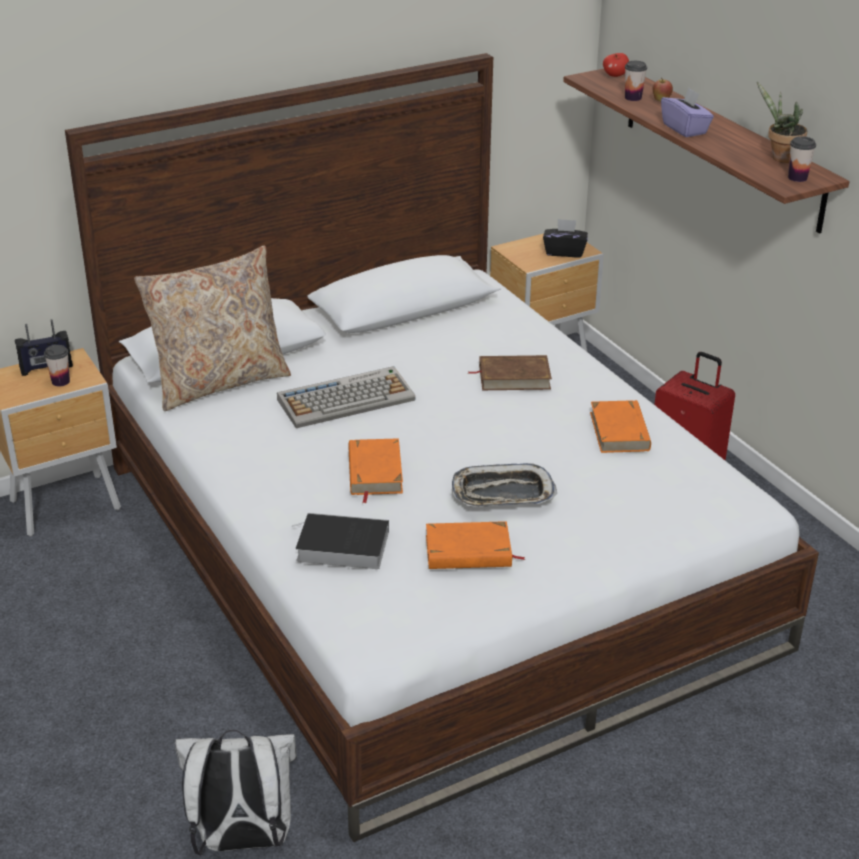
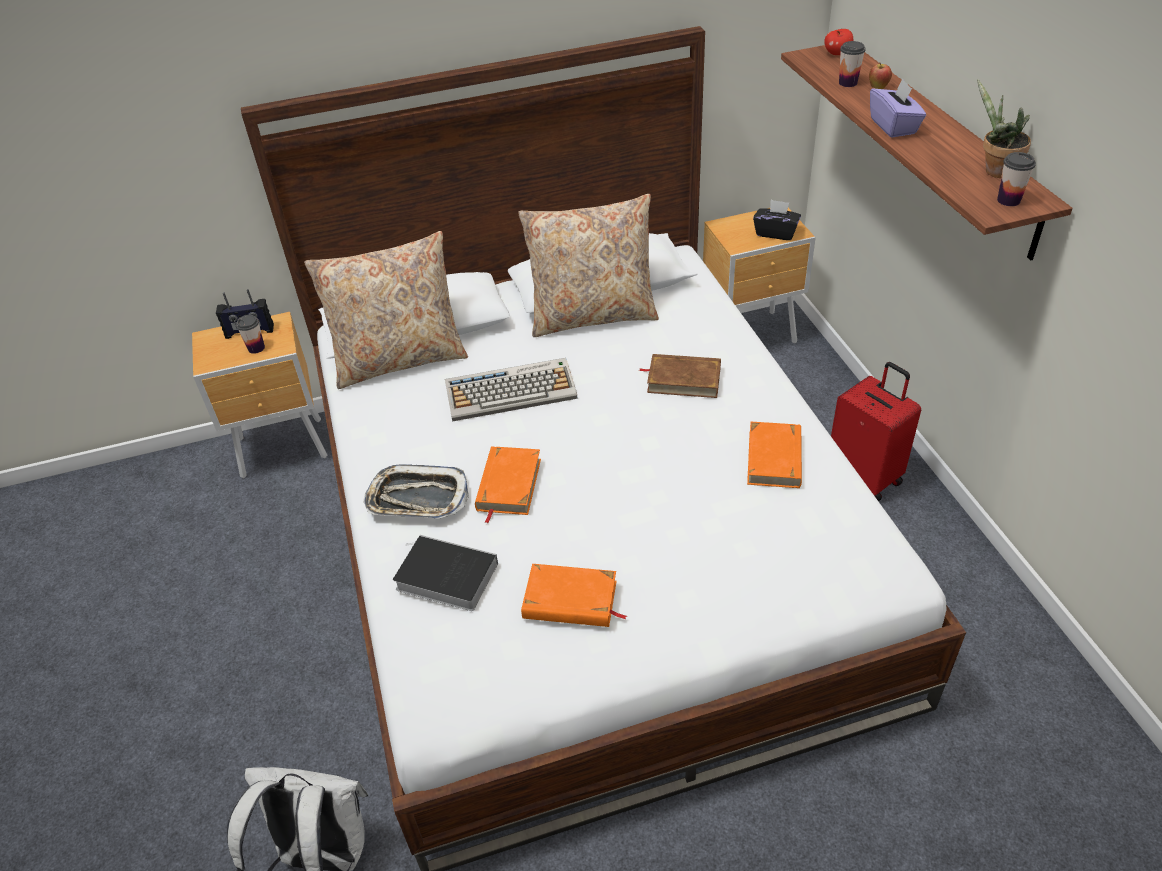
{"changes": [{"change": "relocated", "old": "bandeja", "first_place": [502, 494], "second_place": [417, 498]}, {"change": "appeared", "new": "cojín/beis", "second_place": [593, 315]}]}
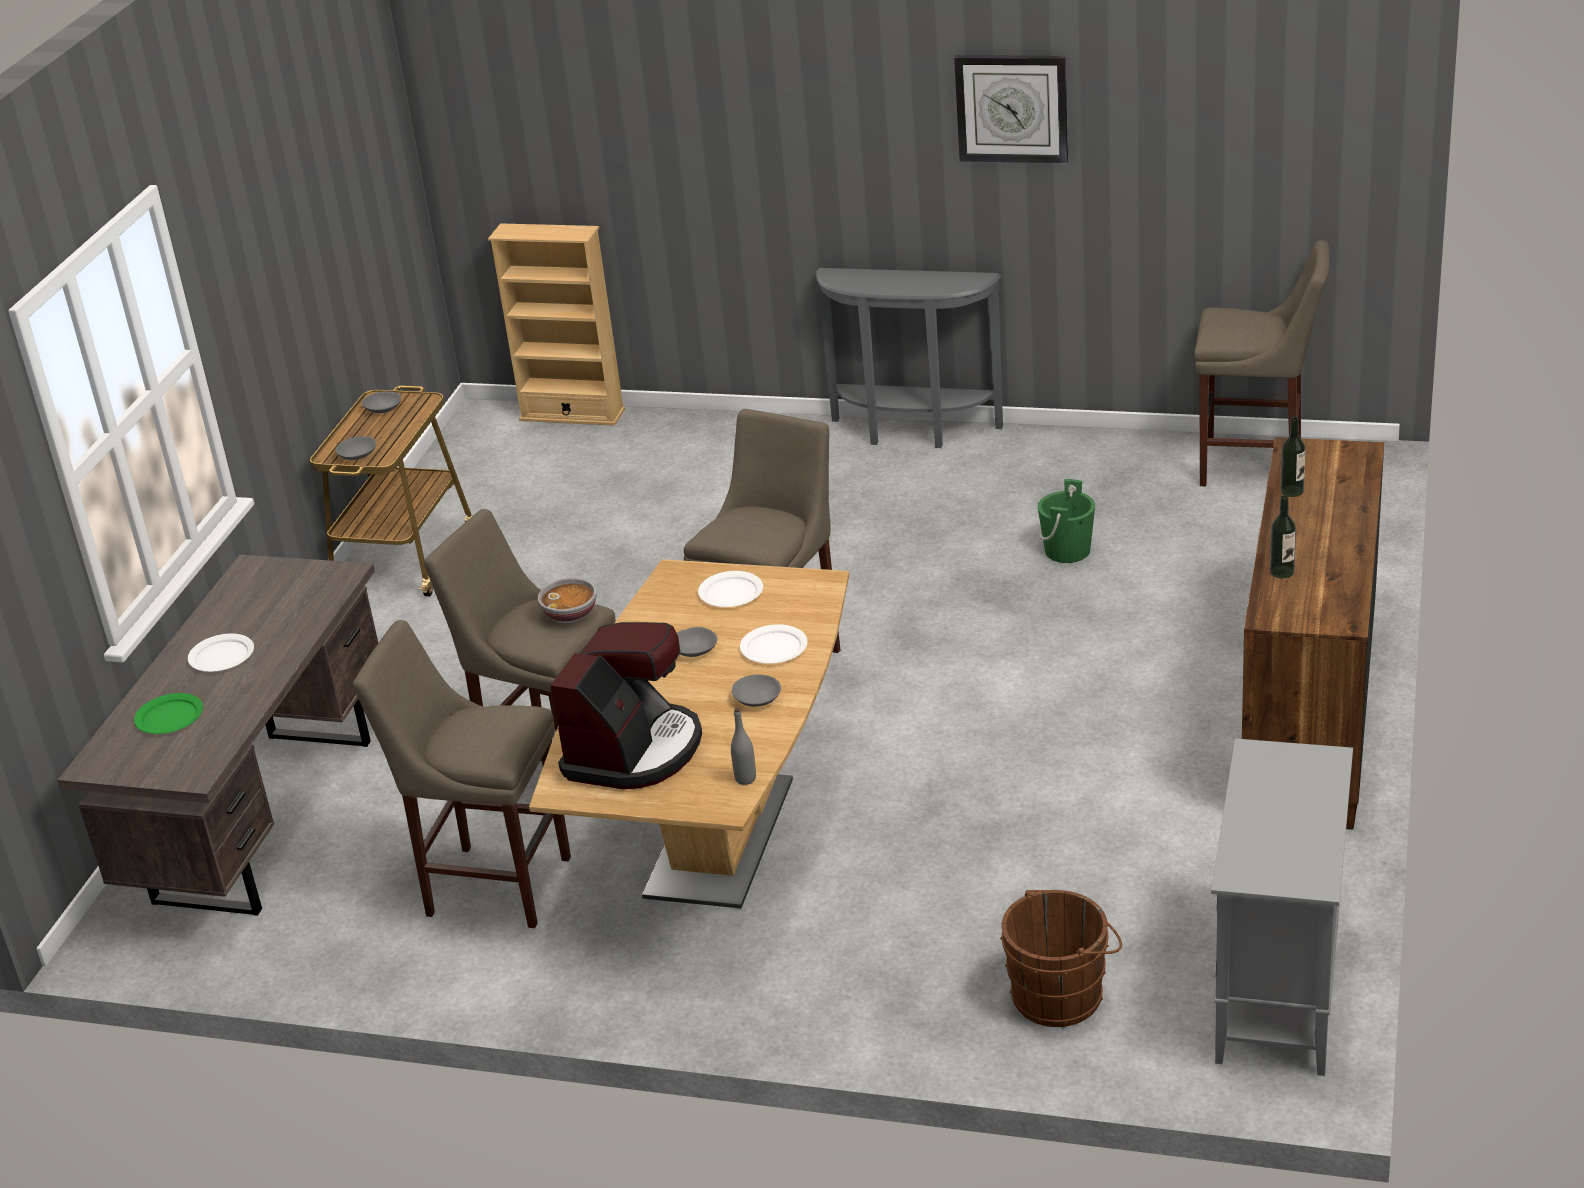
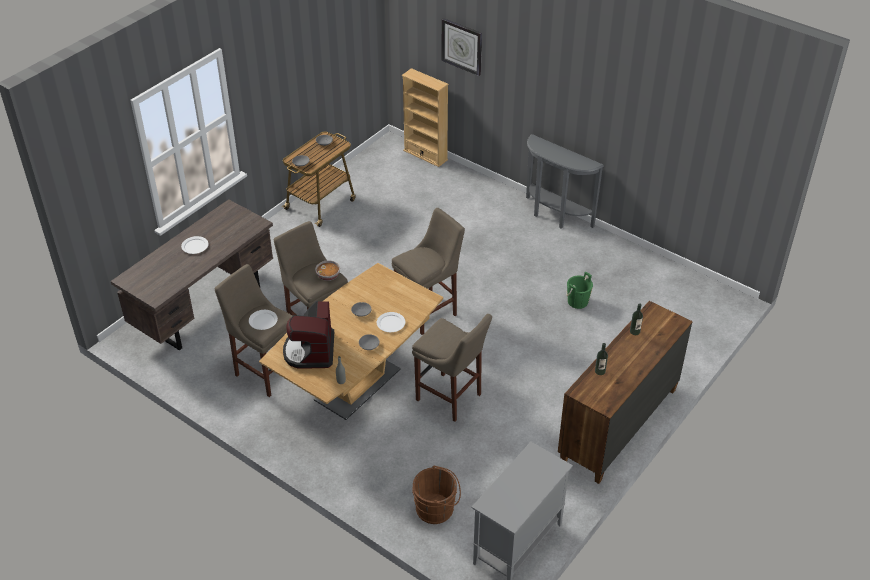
{"changes": [{"change": "relocated", "old": "reloj de pared", "first_place": [1012, 108], "second_place": [462, 46]}, {"change": "relocated", "old": "taburete/beis", "first_place": [1257, 466], "second_place": [451, 399]}, {"change": "relocated", "old": "plato/blanco", "first_place": [730, 592], "second_place": [263, 321]}, {"change": "spun", "old": "cafetera", "first_place": [634, 750], "second_place": [310, 351], "degrees": 135}, {"change": "missing", "old": "plato/verde", "first_place": [170, 717]}]}
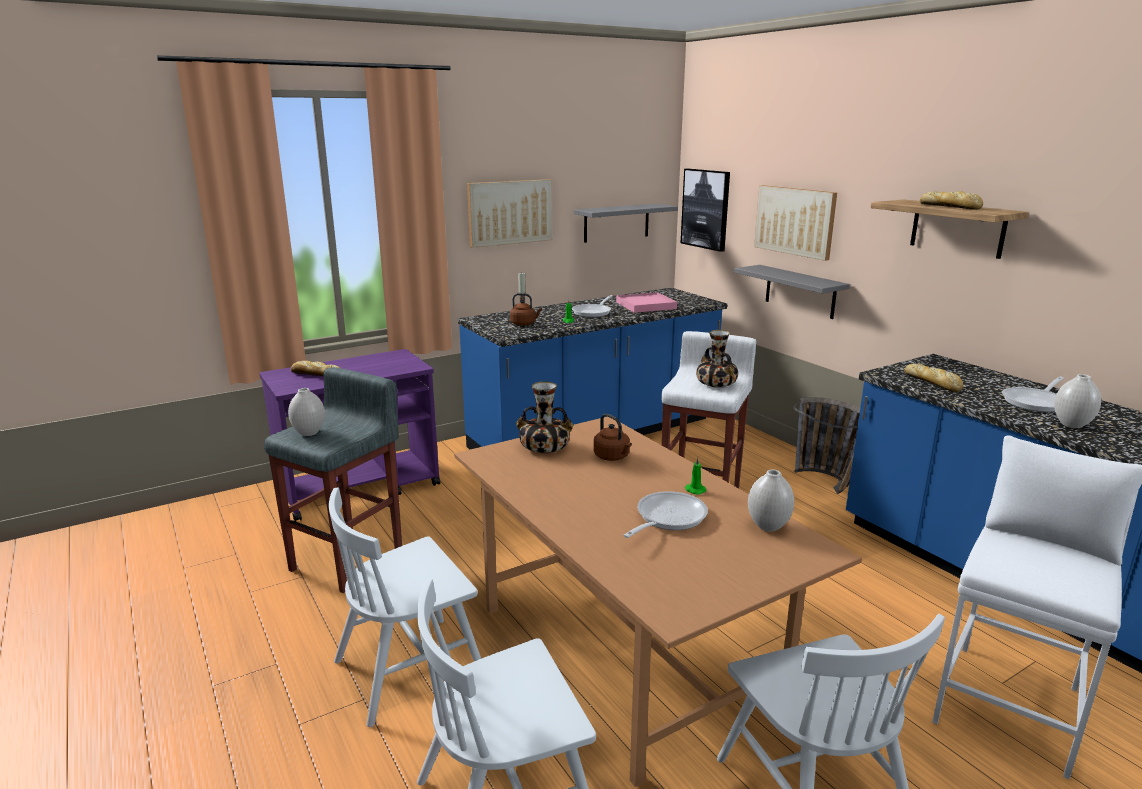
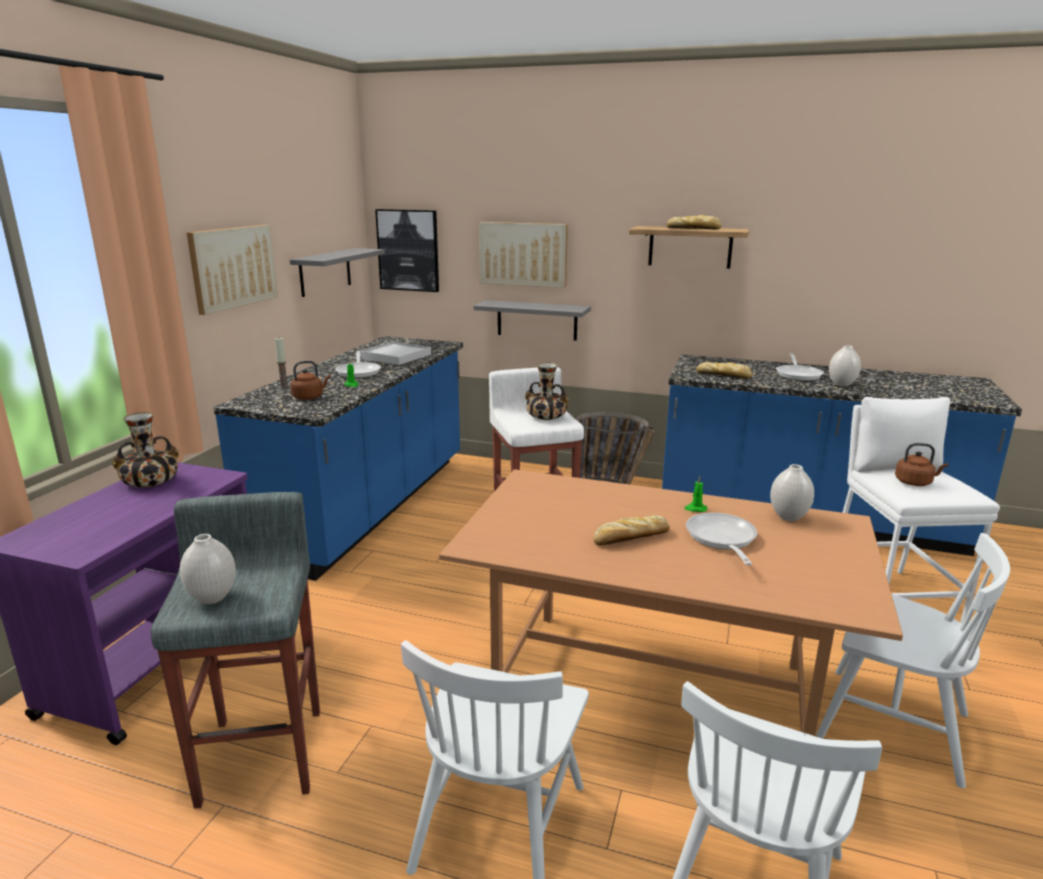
{"changes": [{"change": "colour", "old": "bandeja/rosa", "new": "bandeja/blanco", "first_place": [646, 305], "second_place": [396, 356]}, {"change": "relocated", "old": "pan", "first_place": [316, 374], "second_place": [630, 538]}, {"change": "relocated", "old": "florero", "first_place": [543, 447], "second_place": [149, 482]}, {"change": "relocated", "old": "hervidor/marrón", "first_place": [612, 457], "second_place": [915, 482]}]}
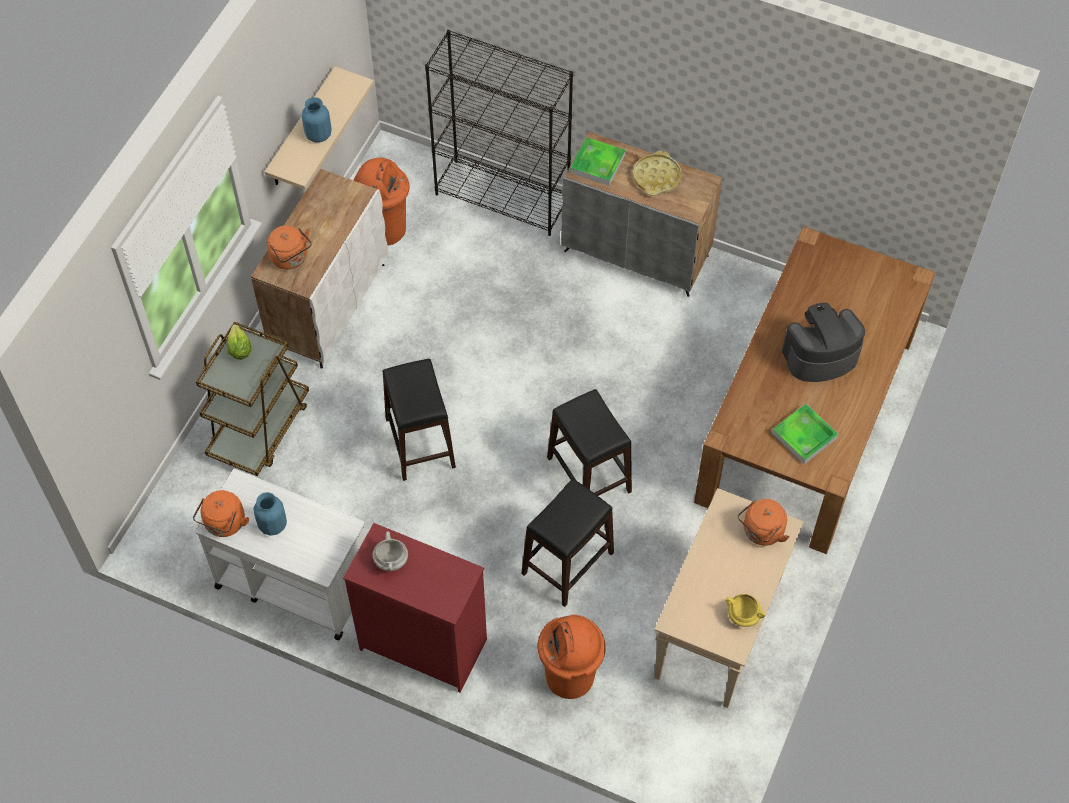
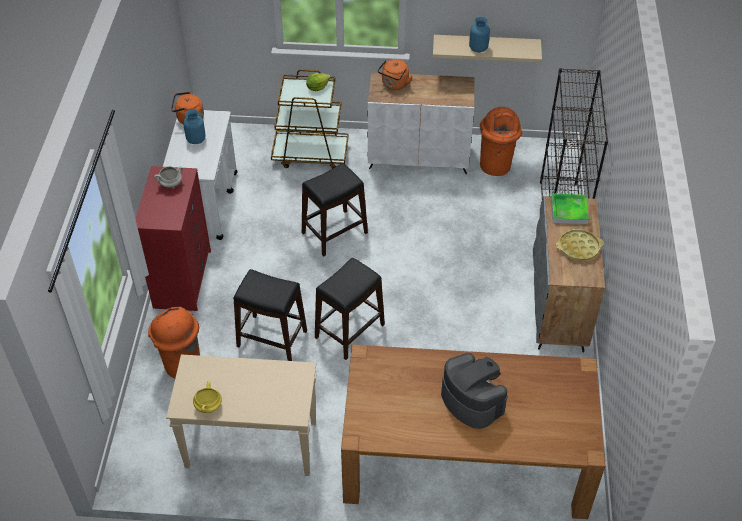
{"changes": [{"change": "missing", "old": "bandeja", "first_place": [804, 436]}, {"change": "missing", "old": "hervidor/naranja", "first_place": [761, 532]}]}
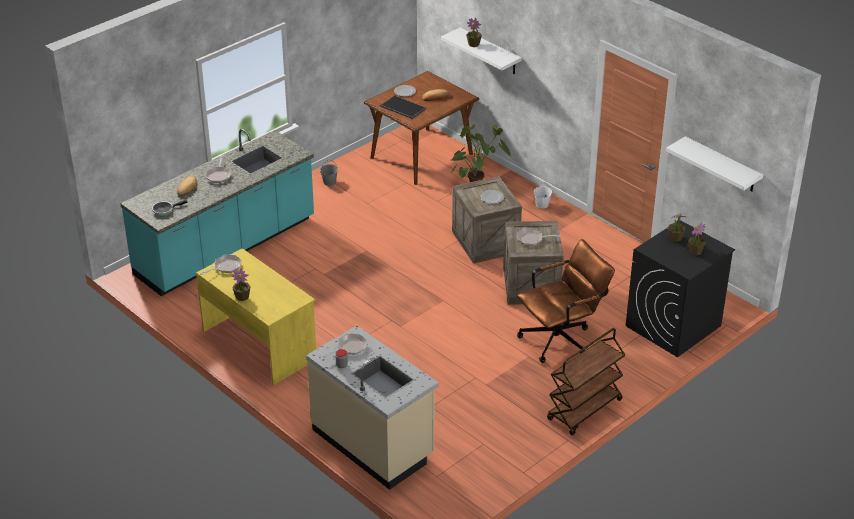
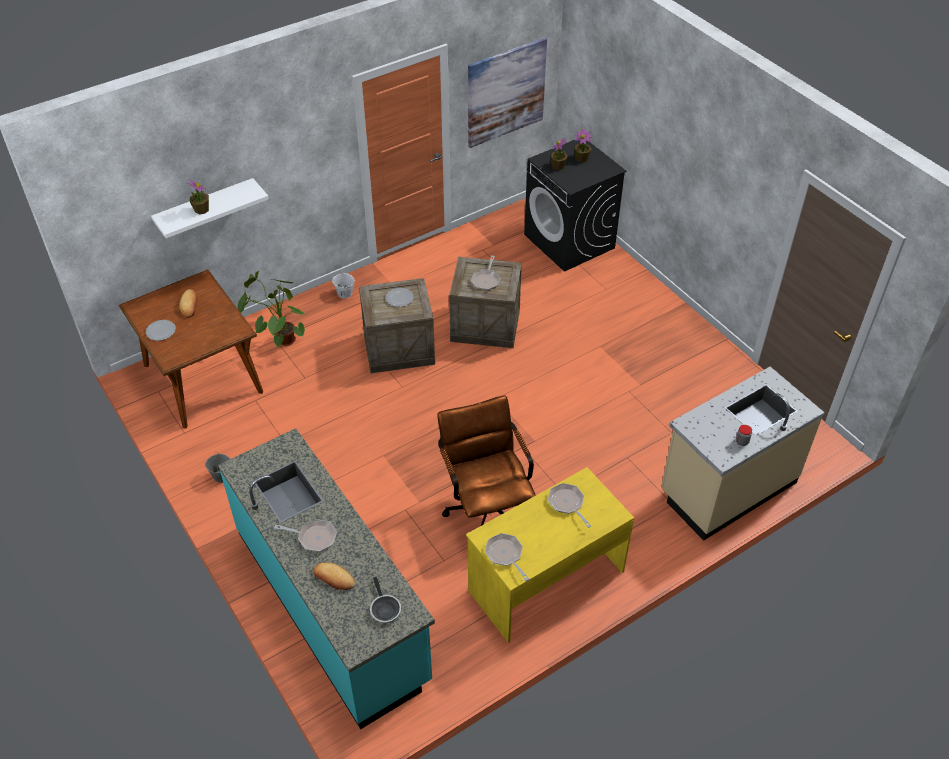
{"changes": [{"change": "missing", "old": "bandeja", "first_place": [402, 107]}, {"change": "exchanged", "old": "estante/blanco", "new": "cuadro", "first_place": [722, 165], "second_place": [506, 92]}, {"change": "relocated", "old": "silla de oficina/marrón", "first_place": [561, 338], "second_place": [486, 508]}, {"change": "missing", "old": "planta en maceta", "first_place": [242, 297]}, {"change": "missing", "old": "carrito/marrón", "first_place": [584, 410]}, {"change": "relocated", "old": "sartén", "first_place": [349, 348], "second_place": [567, 504]}]}
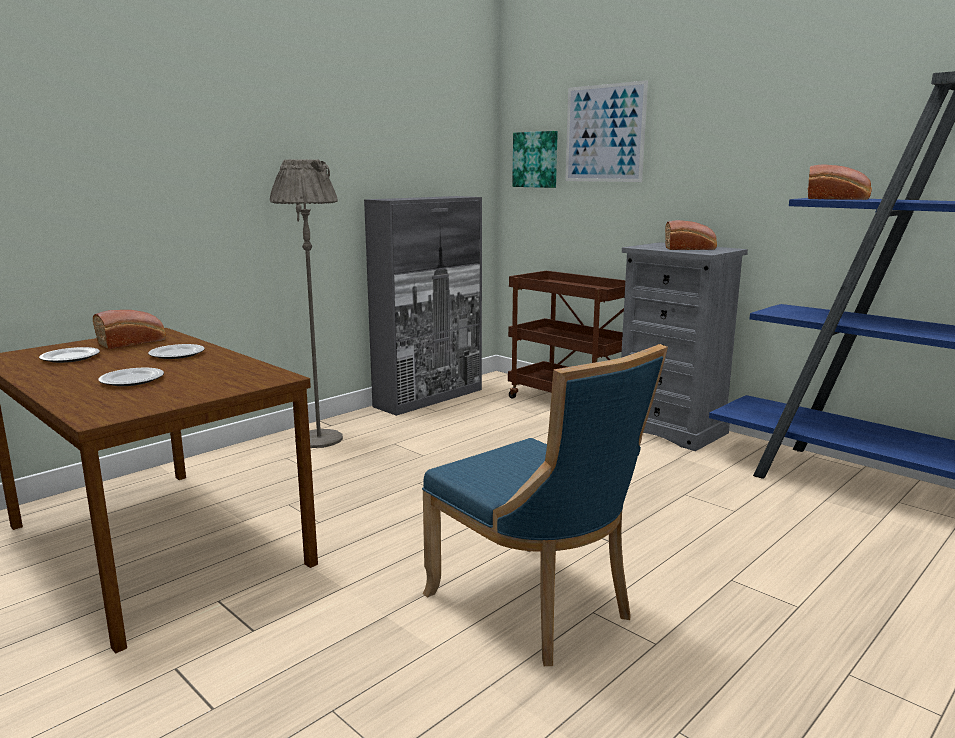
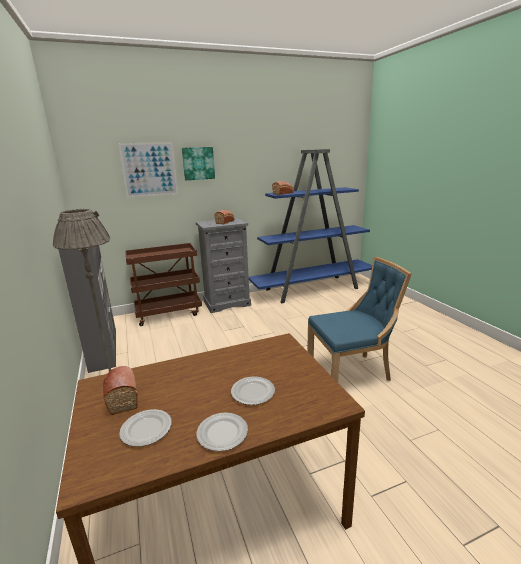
{"changes": [{"change": "relocated", "old": "cuadro", "first_place": [536, 159], "second_place": [198, 163]}, {"change": "relocated", "old": "plato", "first_place": [177, 354], "second_place": [223, 433]}]}
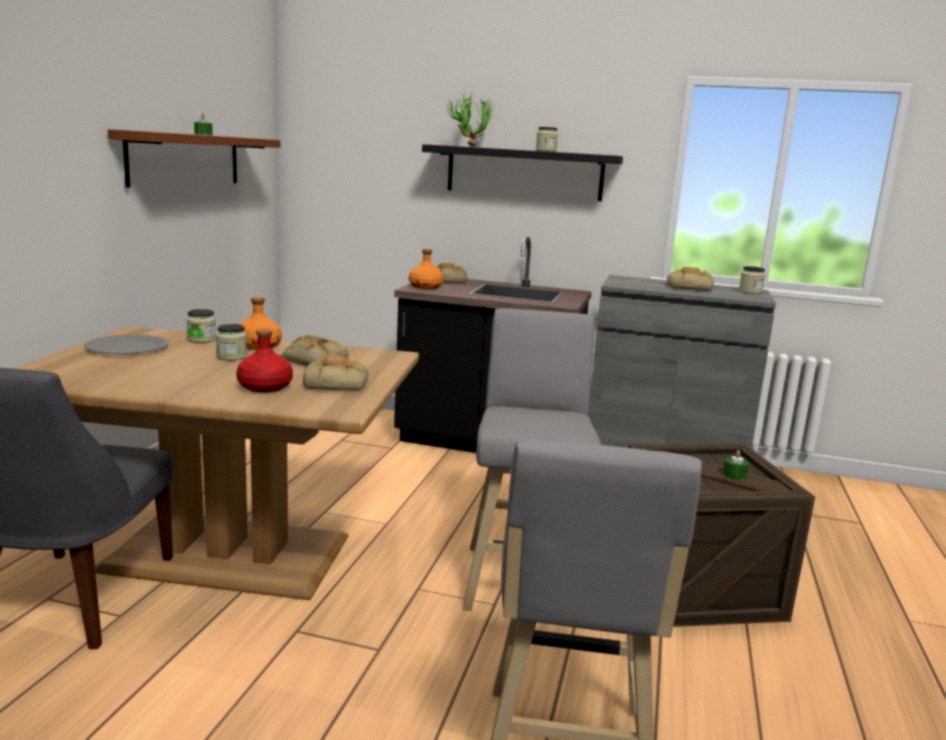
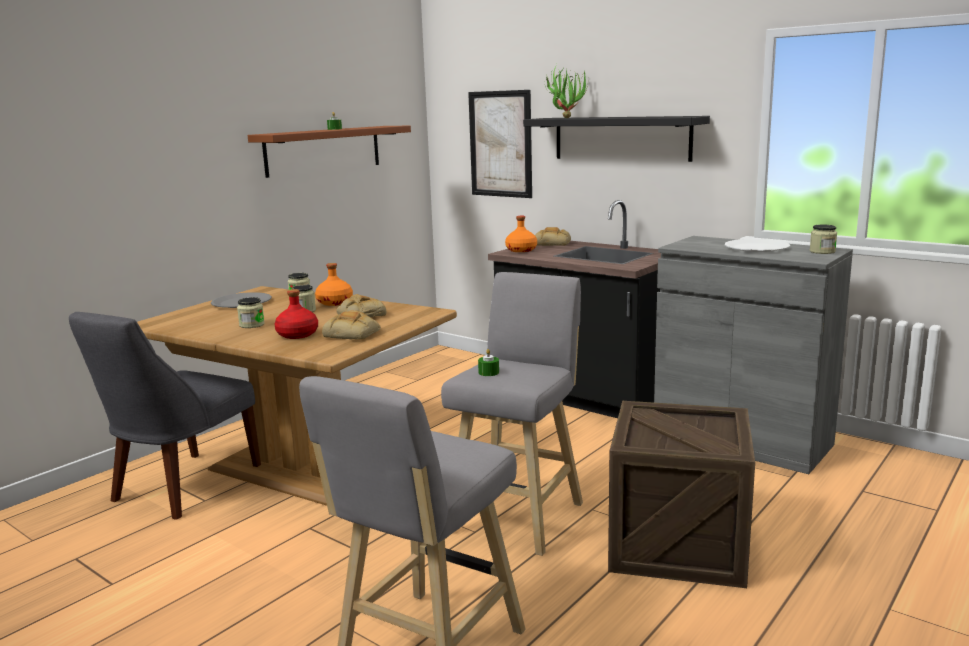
{"changes": [{"change": "relocated", "old": "tarro", "first_place": [546, 151], "second_place": [252, 325]}, {"change": "exchanged", "old": "pan", "new": "plato/blanco", "first_place": [689, 287], "second_place": [757, 247]}, {"change": "relocated", "old": "vela/verde", "first_place": [734, 475], "second_place": [488, 372]}, {"change": "appeared", "new": "cuadro", "second_place": [500, 144]}]}
